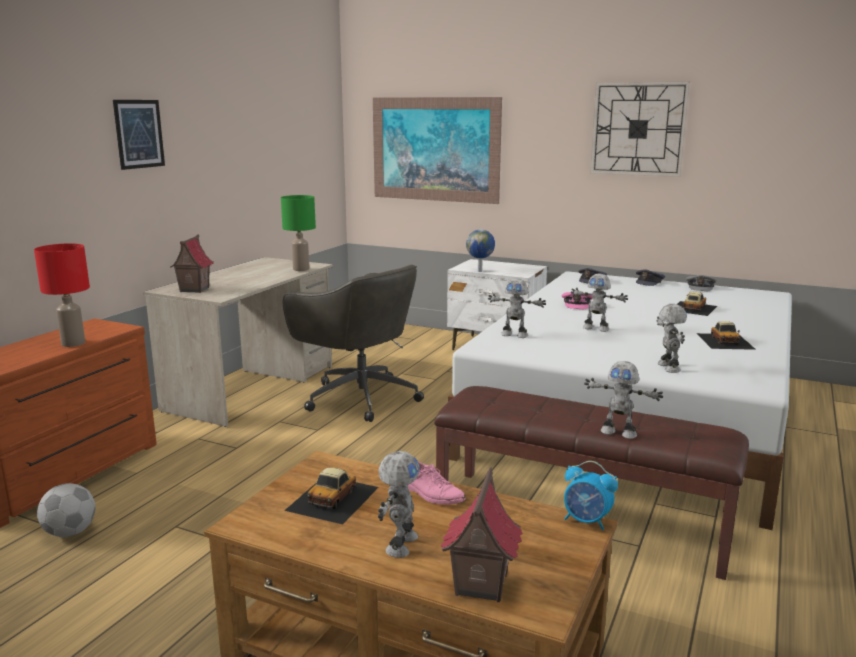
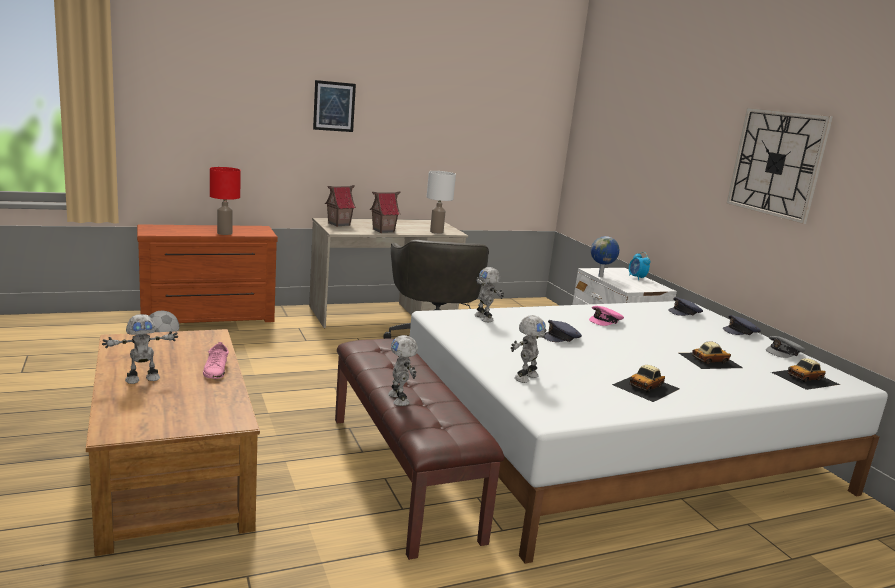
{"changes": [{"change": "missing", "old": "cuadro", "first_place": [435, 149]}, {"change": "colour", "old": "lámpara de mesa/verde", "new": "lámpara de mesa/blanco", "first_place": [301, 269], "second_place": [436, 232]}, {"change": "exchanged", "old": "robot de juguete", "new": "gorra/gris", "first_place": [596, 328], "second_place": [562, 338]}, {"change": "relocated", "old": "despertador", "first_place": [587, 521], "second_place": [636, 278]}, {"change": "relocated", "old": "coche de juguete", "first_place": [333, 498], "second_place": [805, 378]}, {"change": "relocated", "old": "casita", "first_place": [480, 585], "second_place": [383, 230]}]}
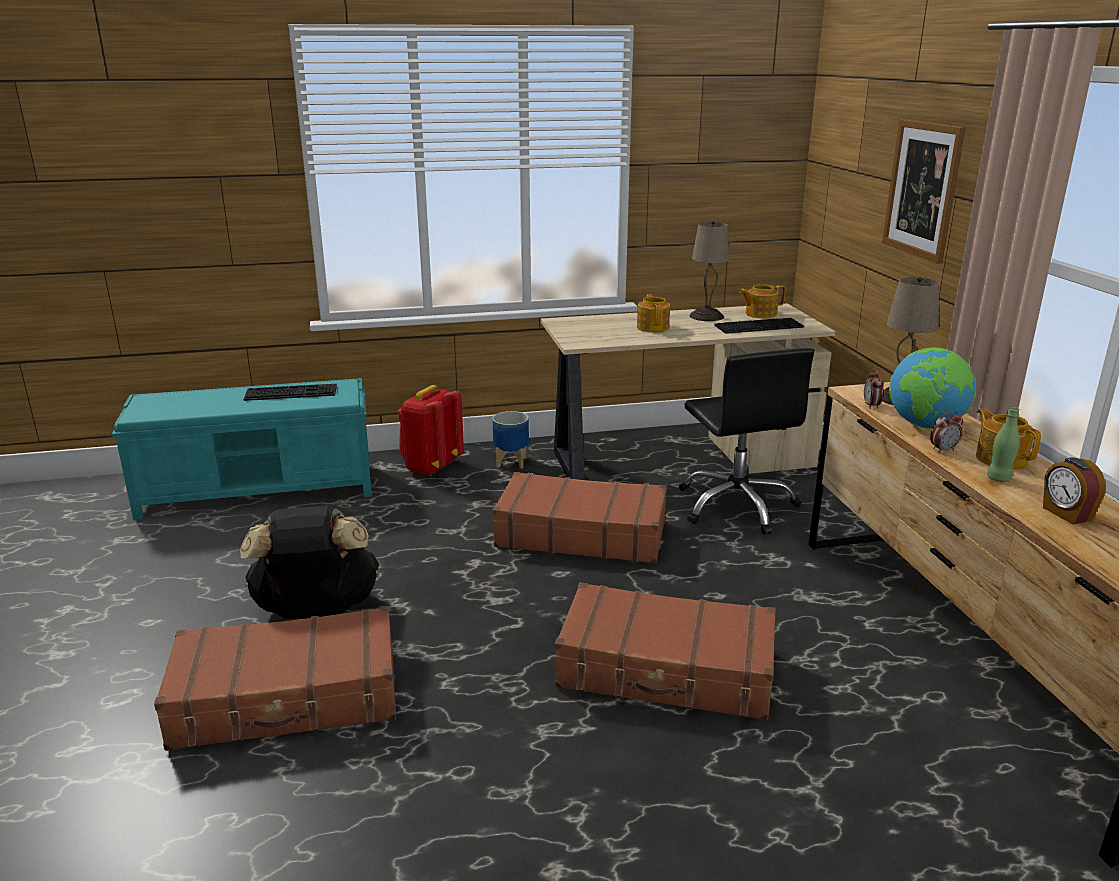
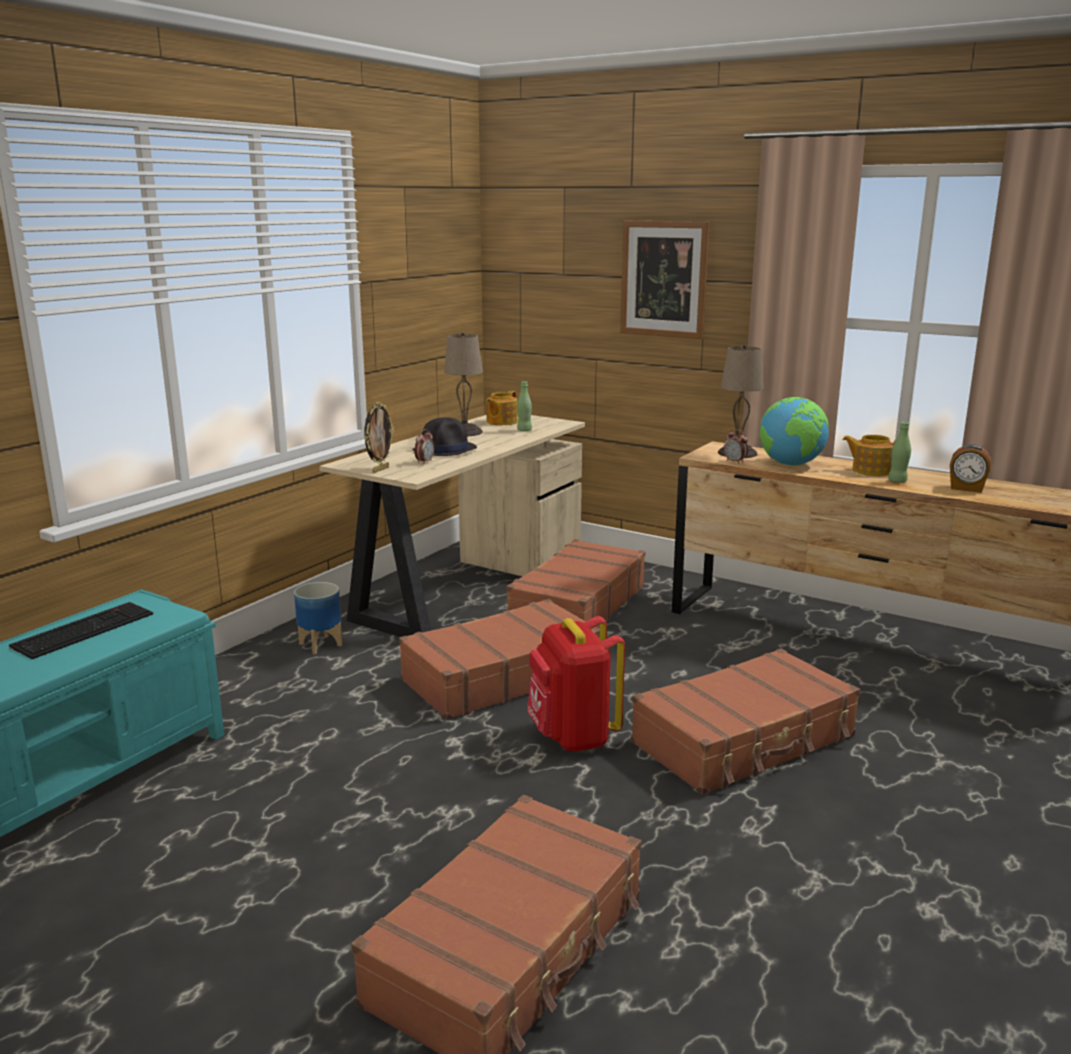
{"changes": [{"change": "exchanged", "old": "tetera", "new": "sombrero/negro", "first_place": [653, 327], "second_place": [445, 449]}, {"change": "exchanged", "old": "teclado", "new": "botella/verde", "first_place": [759, 326], "second_place": [524, 430]}, {"change": "exchanged", "old": "silla de oficina/negro", "new": "maleta/marrón", "first_place": [736, 505], "second_place": [577, 605]}, {"change": "relocated", "old": "mochila/rojo", "first_place": [431, 467], "second_place": [573, 737]}, {"change": "relocated", "old": "despertador", "first_place": [943, 450], "second_place": [424, 462]}, {"change": "missing", "old": "mochila/negro", "first_place": [316, 611]}, {"change": "appeared", "new": "portarretratos", "second_place": [380, 469]}]}
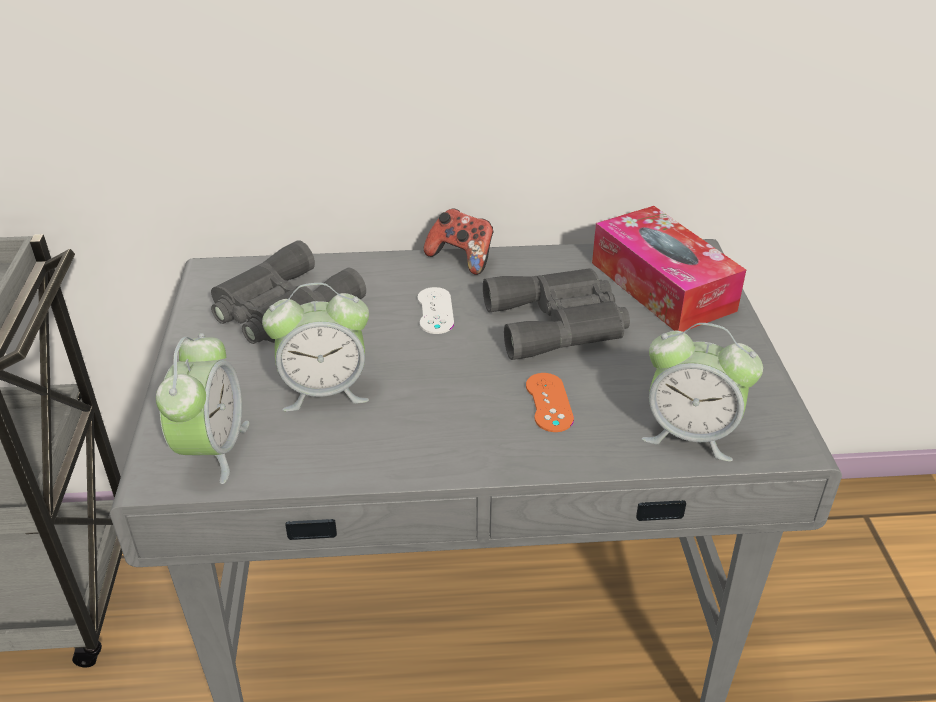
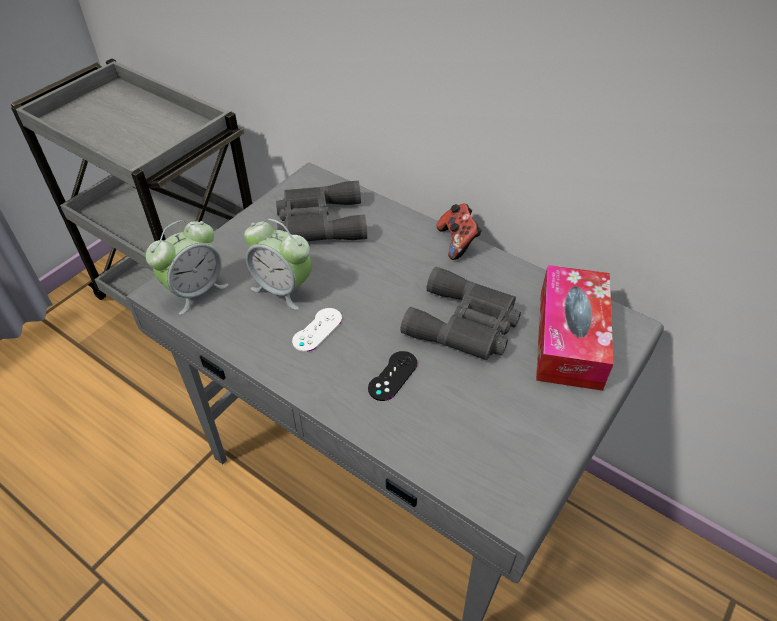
{"changes": [{"change": "relocated", "old": "mando de consola/blanco", "first_place": [435, 311], "second_place": [317, 330]}, {"change": "missing", "old": "despertador", "first_place": [690, 434]}, {"change": "colour", "old": "mando de consola/naranja", "new": "mando de consola/negro", "first_place": [549, 402], "second_place": [392, 376]}]}
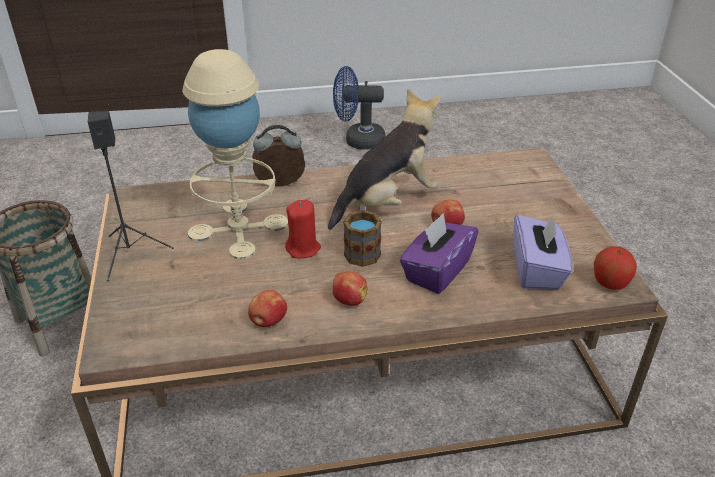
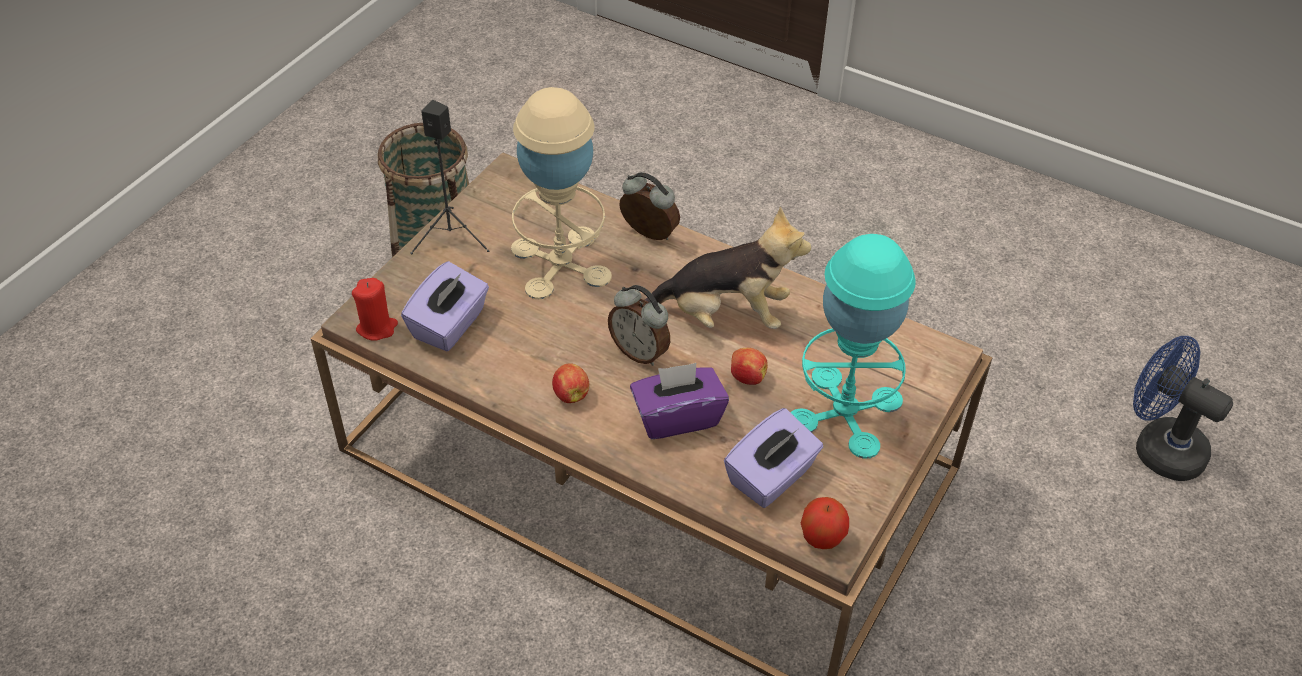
{"changes": [{"change": "relocated", "old": "ventilador/azul", "first_place": [358, 140], "second_place": [1159, 447]}, {"change": "relocated", "old": "vela/rojo", "first_place": [303, 249], "second_place": [377, 328]}, {"change": "exchanged", "old": "taza grande", "new": "despertador", "first_place": [362, 249], "second_place": [640, 352]}, {"change": "missing", "old": "manzana", "first_place": [268, 321]}, {"change": "appeared", "new": "lámpara de mesa/turquesa", "second_place": [845, 411]}, {"change": "appeared", "new": "caja de pañuelos/morado", "second_place": [449, 325]}]}
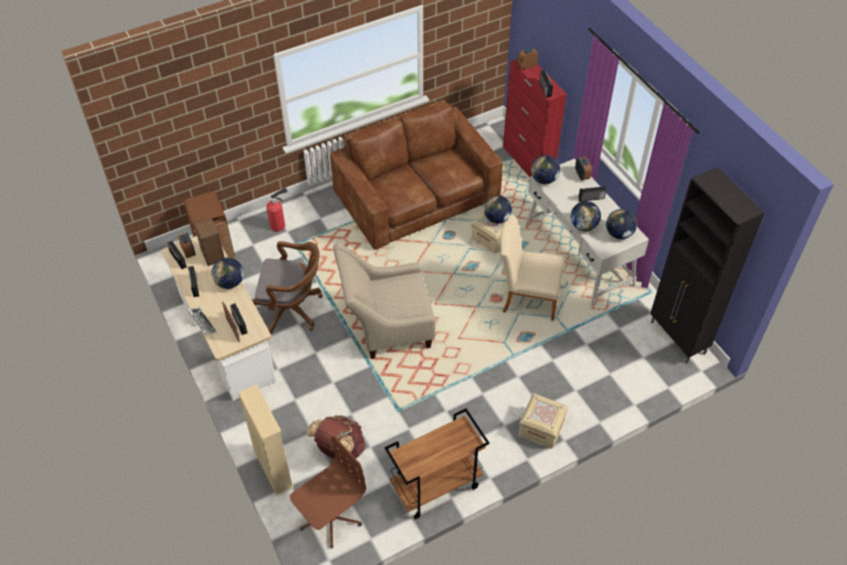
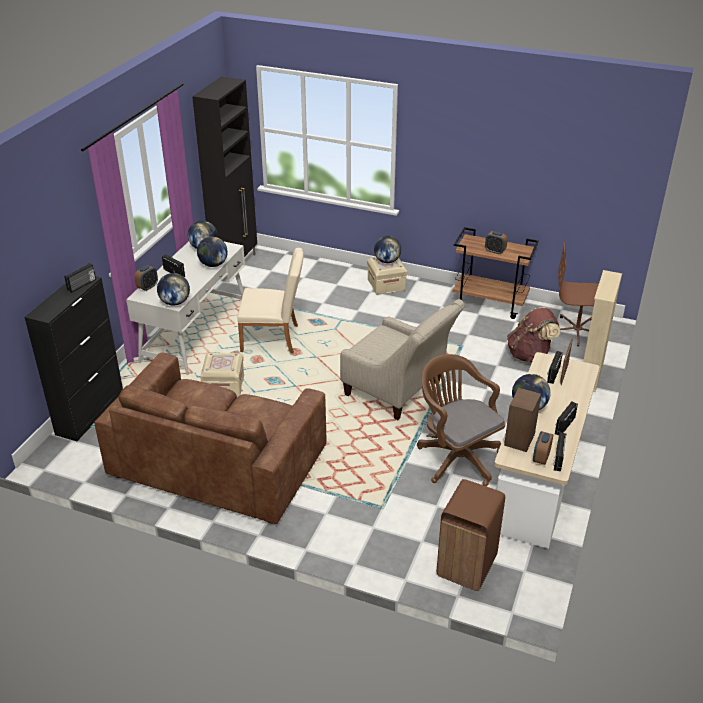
{"changes": [{"change": "relocated", "old": "despertador", "first_place": [526, 66], "second_place": [495, 251]}, {"change": "colour", "old": "armario/rojo", "new": "armario/negro", "first_place": [528, 163], "second_place": [90, 412]}, {"change": "missing", "old": "extintor", "first_place": [279, 225]}, {"change": "relocated", "old": "globo terráqueo", "first_place": [497, 218], "second_place": [387, 261]}, {"change": "spun", "old": "silla/beis", "first_place": [526, 297], "second_place": [274, 339], "degrees": -60}, {"change": "missing", "old": "teclado", "first_place": [202, 322]}]}
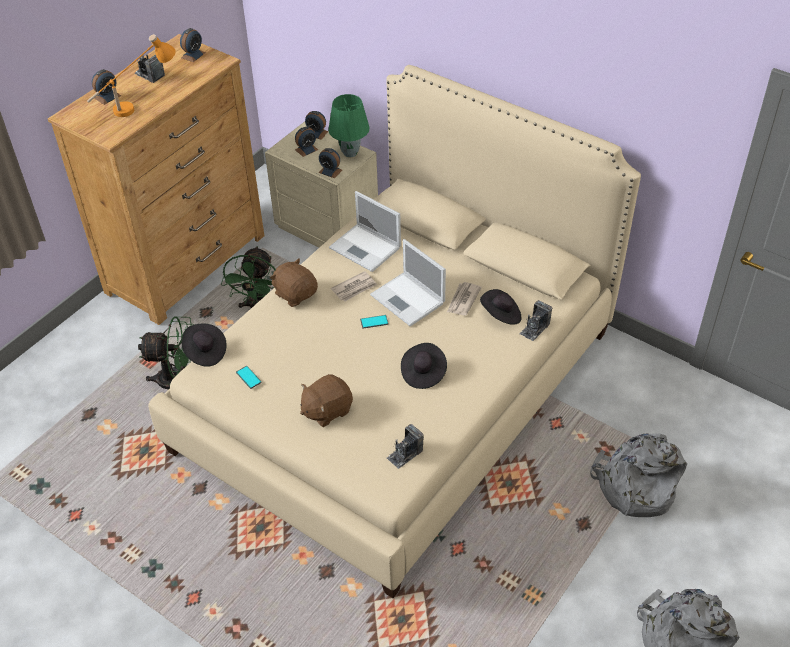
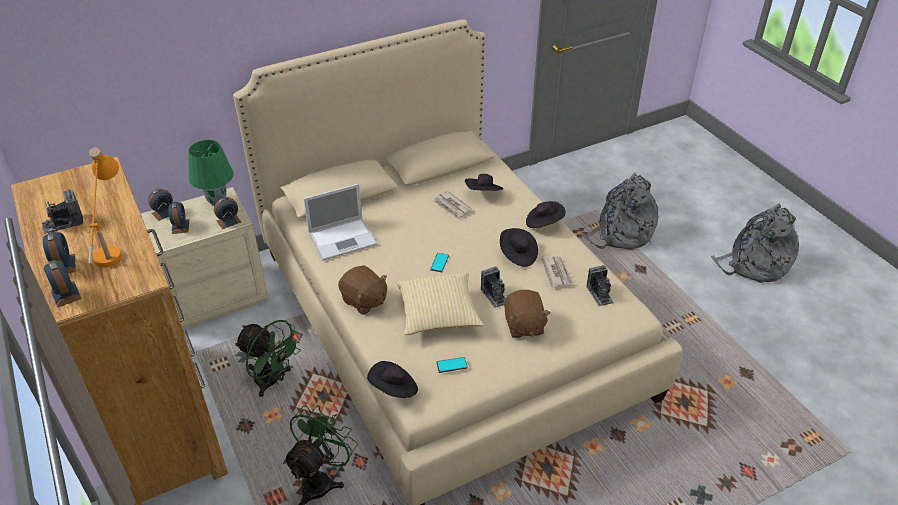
{"changes": [{"change": "relocated", "old": "despertador", "first_place": [193, 55], "second_place": [66, 294]}, {"change": "missing", "old": "portátil", "first_place": [408, 300]}, {"change": "spun", "old": "peluche/marrón", "first_place": [295, 294], "second_place": [364, 301], "degrees": -120}, {"change": "relocated", "old": "periódico", "first_place": [354, 288], "second_place": [557, 273]}, {"change": "relocated", "old": "cámara", "first_place": [534, 329], "second_place": [494, 296]}, {"change": "appeared", "new": "sombrero/negro", "second_place": [544, 223]}, {"change": "appeared", "new": "cojín", "second_place": [438, 314]}]}
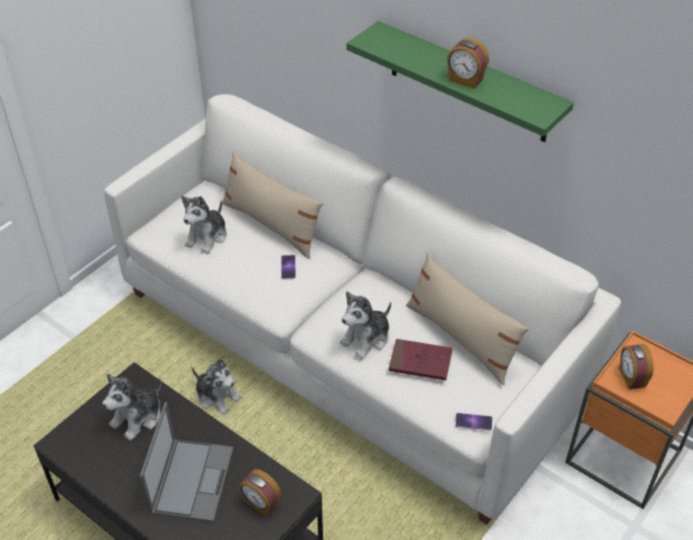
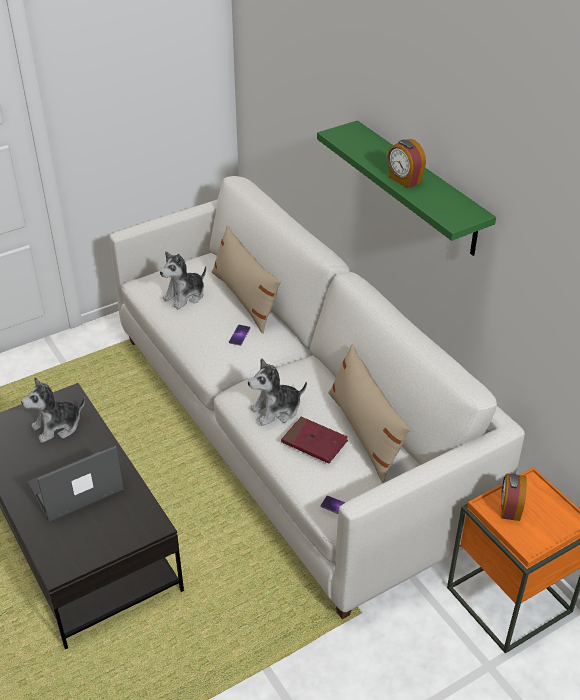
{"changes": [{"change": "missing", "old": "peluche", "first_place": [217, 396]}, {"change": "spun", "old": "portátil", "first_place": [192, 479], "second_place": [74, 487], "degrees": -150}, {"change": "missing", "old": "despertador", "first_place": [261, 503]}]}
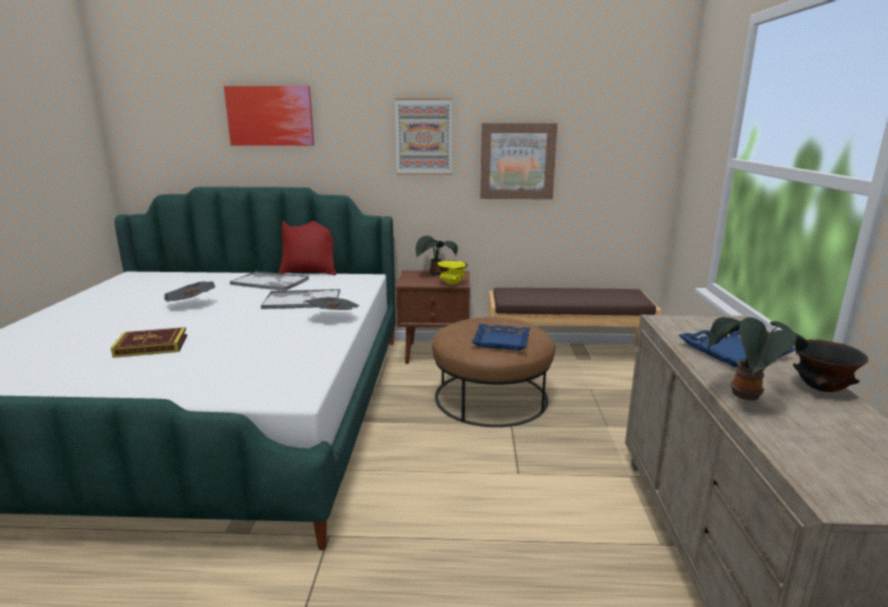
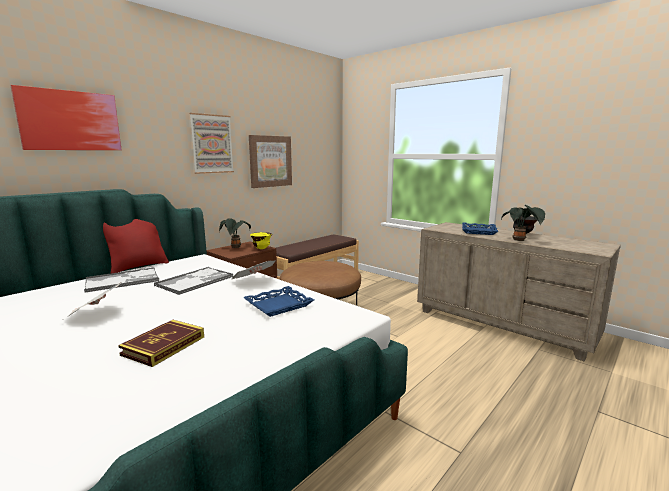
{"changes": [{"change": "relocated", "old": "bandeja/azul", "first_place": [501, 341], "second_place": [279, 305]}]}
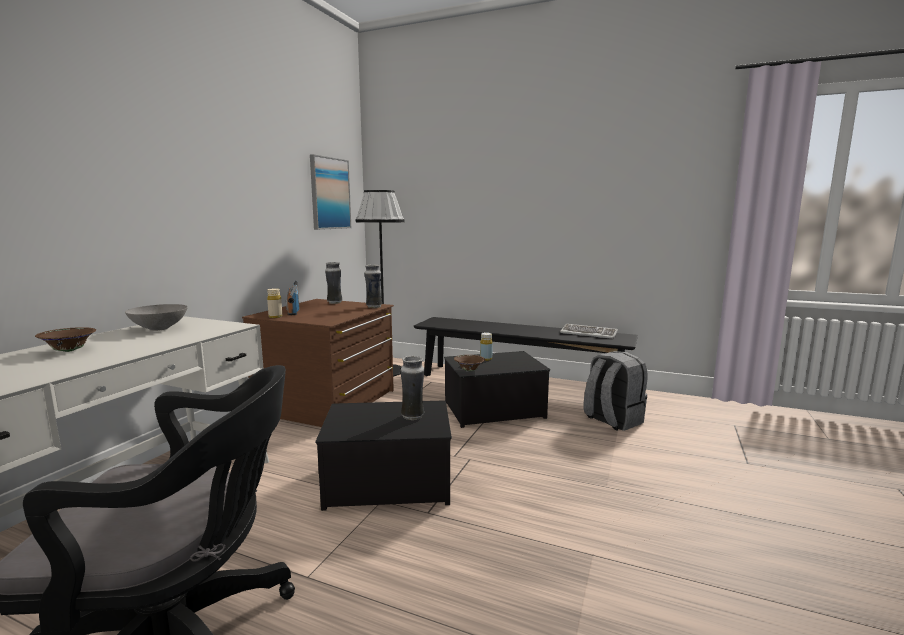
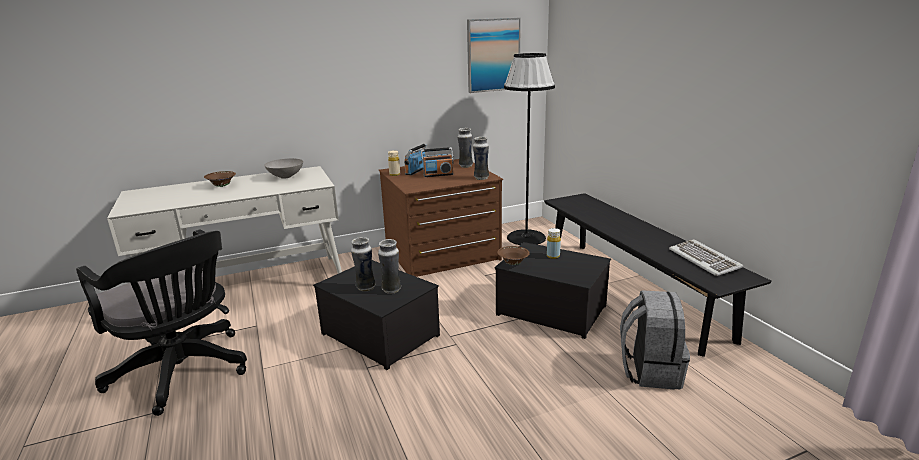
{"changes": [{"change": "appeared", "new": "radio", "second_place": [438, 175]}, {"change": "appeared", "new": "florero", "second_place": [365, 287]}]}
